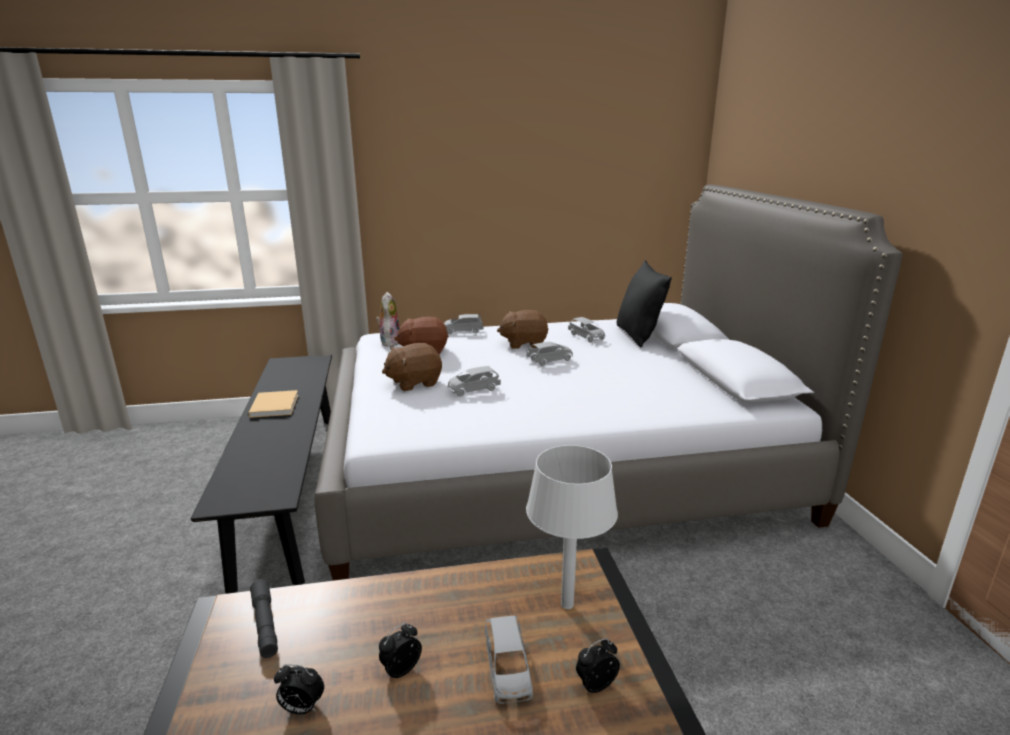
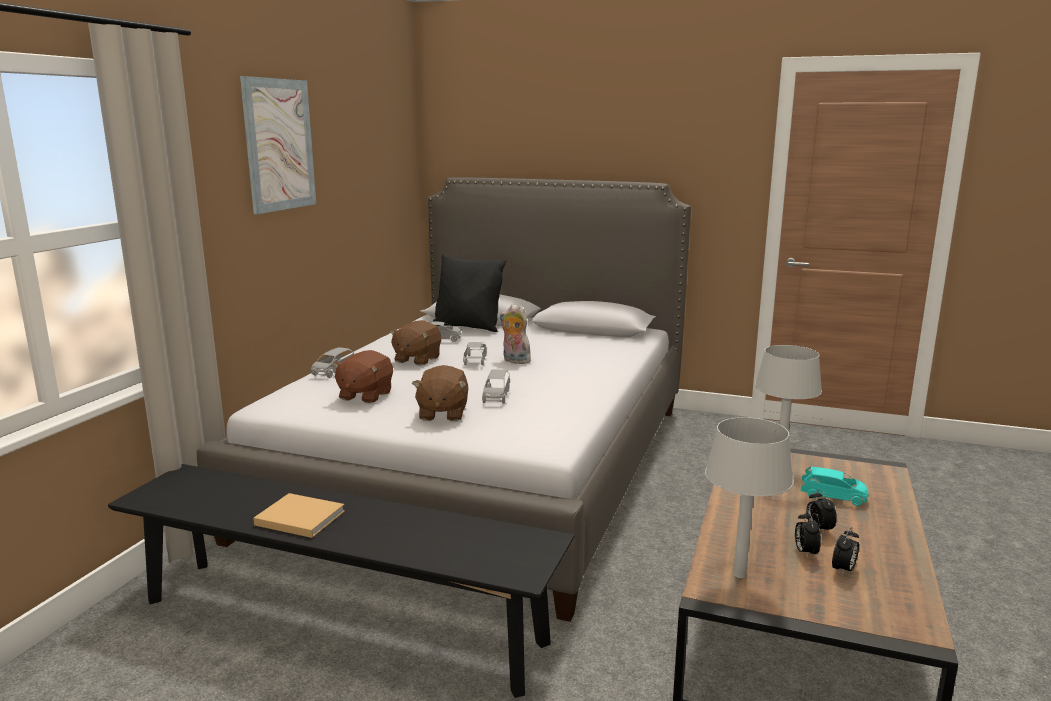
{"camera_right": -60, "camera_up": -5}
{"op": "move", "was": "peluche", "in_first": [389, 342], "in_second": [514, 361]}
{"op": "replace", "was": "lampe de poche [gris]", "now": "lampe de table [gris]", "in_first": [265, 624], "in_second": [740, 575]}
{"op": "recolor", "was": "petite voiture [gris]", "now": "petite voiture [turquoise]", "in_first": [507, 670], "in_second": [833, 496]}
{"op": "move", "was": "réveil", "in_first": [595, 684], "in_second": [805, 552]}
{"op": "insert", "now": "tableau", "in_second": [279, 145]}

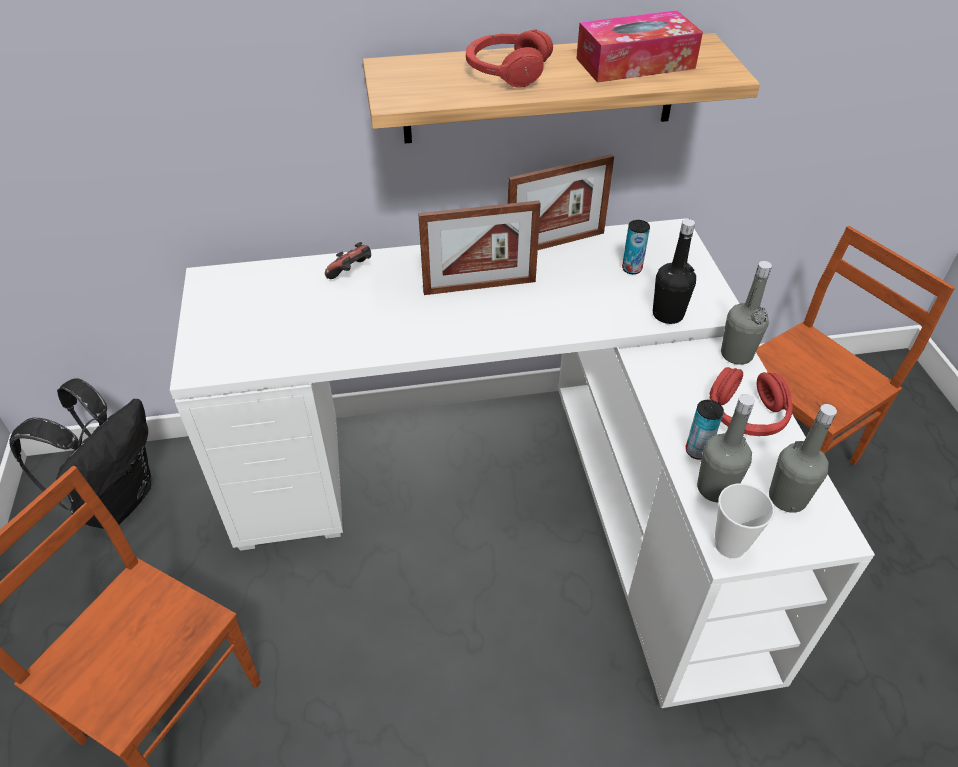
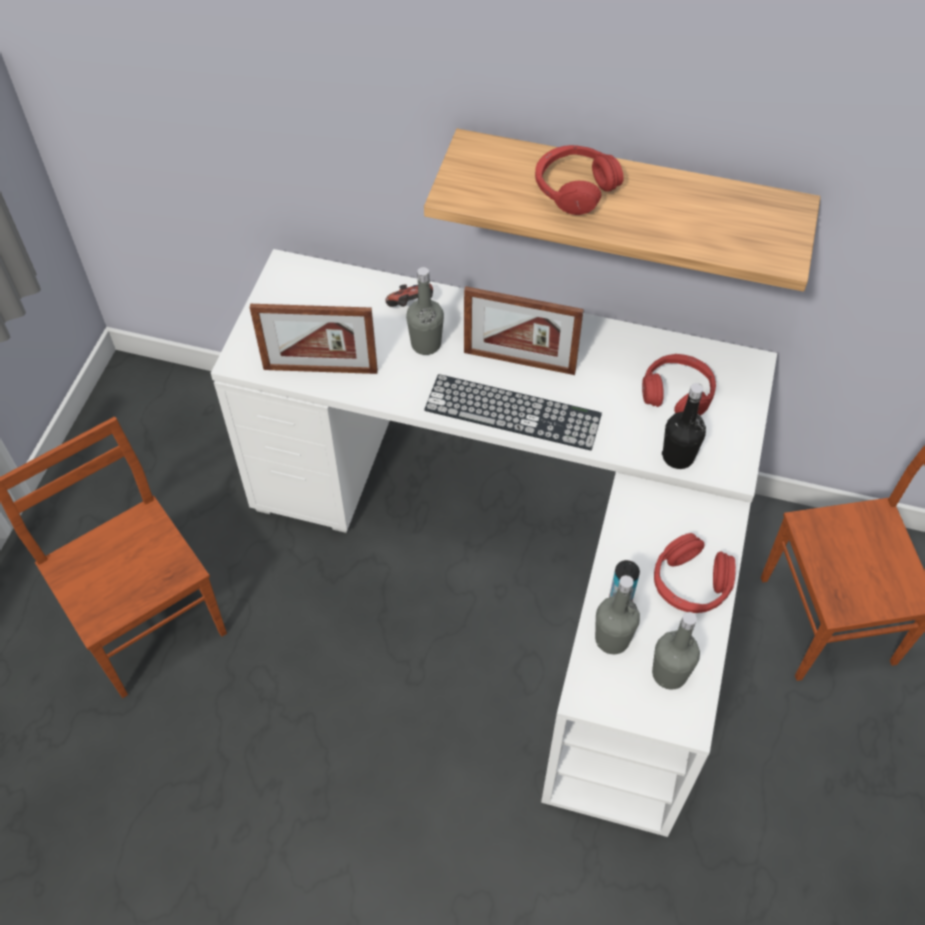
{"camera_right": 25, "camera_up": 10}
{"op": "delete", "was": "boîte à mouchoirs", "in_first": [635, 63]}
{"op": "move", "was": "cadre photo", "in_first": [555, 244], "in_second": [320, 369]}
{"op": "replace", "was": "boîte métallique", "now": "casque audio [rouge]", "in_first": [631, 269], "in_second": [677, 393]}
{"op": "move", "was": "bouteille [gris]", "in_first": [736, 354], "in_second": [426, 344]}
{"op": "delete", "was": "sac à dos [noir]", "in_first": [116, 499]}
{"op": "delete", "was": "tasse", "in_first": [730, 545]}
{"op": "insert", "now": "clavier", "in_second": [513, 412]}

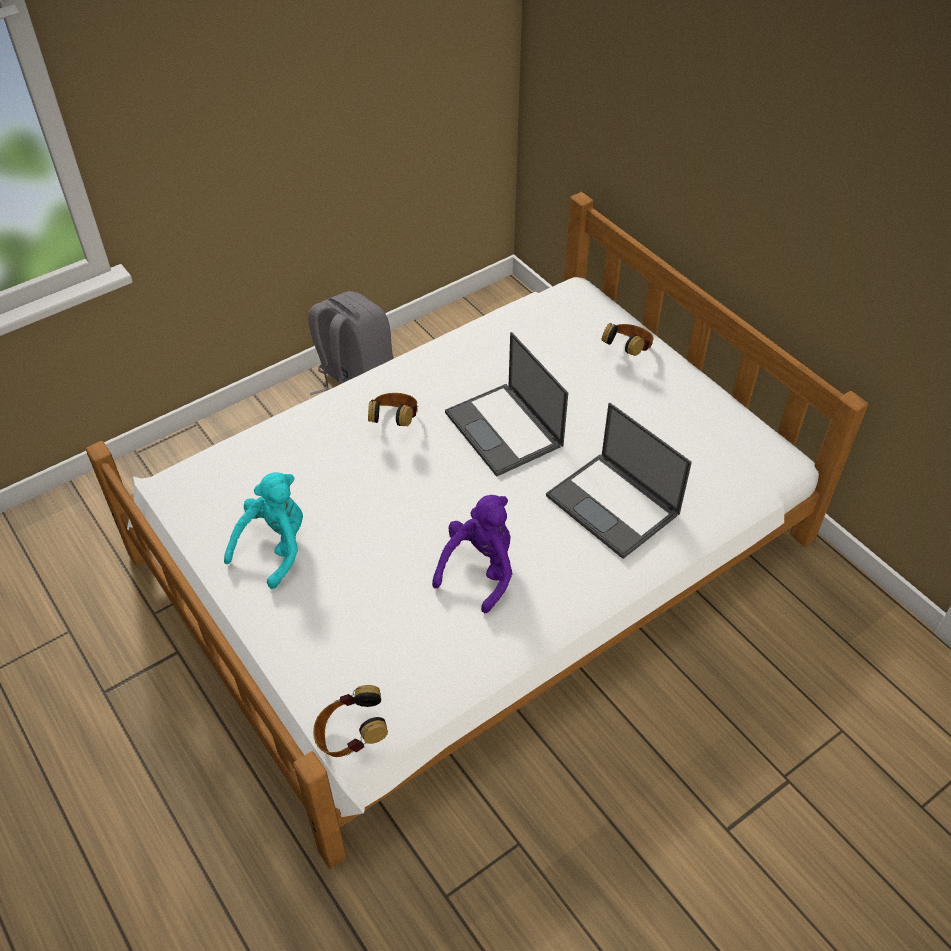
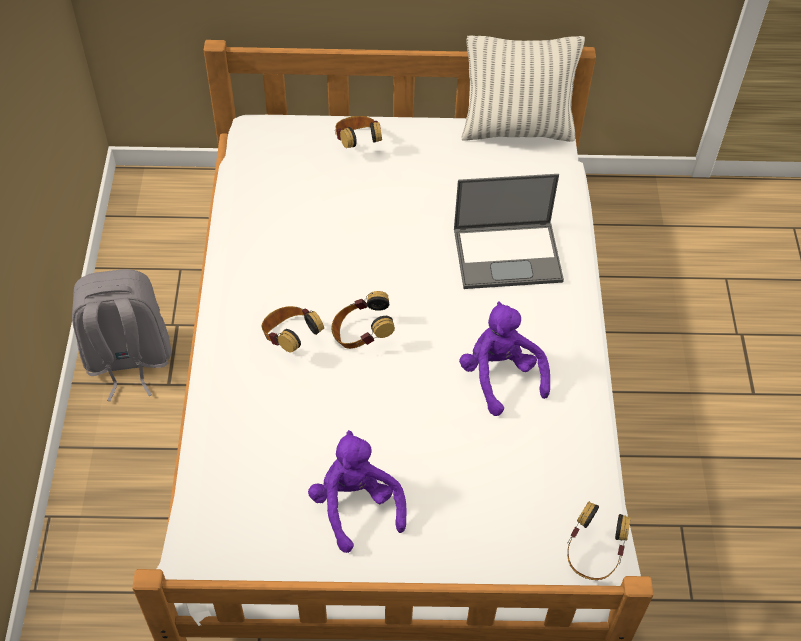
{"camera_right": -55, "camera_up": 5}
{"op": "delete", "was": "ordinateur portable", "in_first": [505, 430]}
{"op": "recolor", "was": "peluche [turquoise]", "now": "peluche [violet]", "in_first": [274, 547], "in_second": [356, 505]}
{"op": "insert", "now": "coussin", "in_second": [517, 129]}
{"op": "insert", "now": "casque audio", "in_second": [361, 335]}

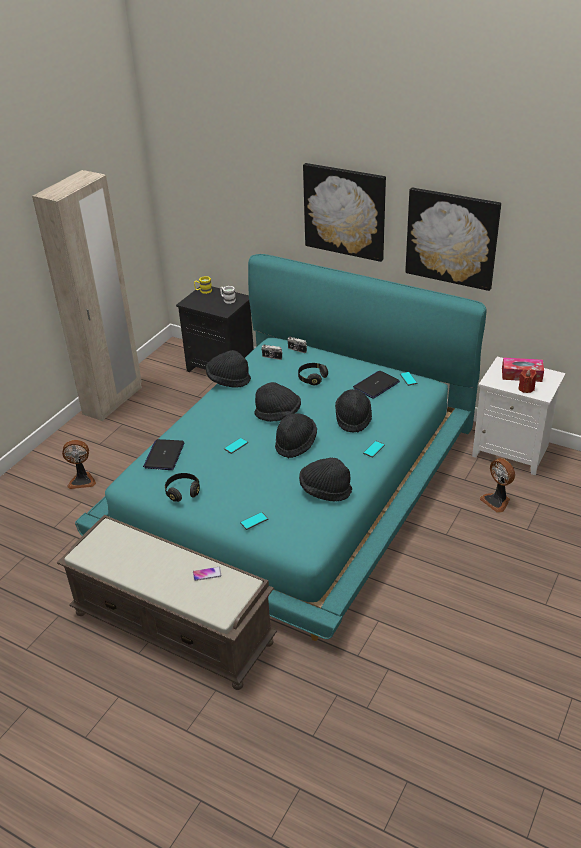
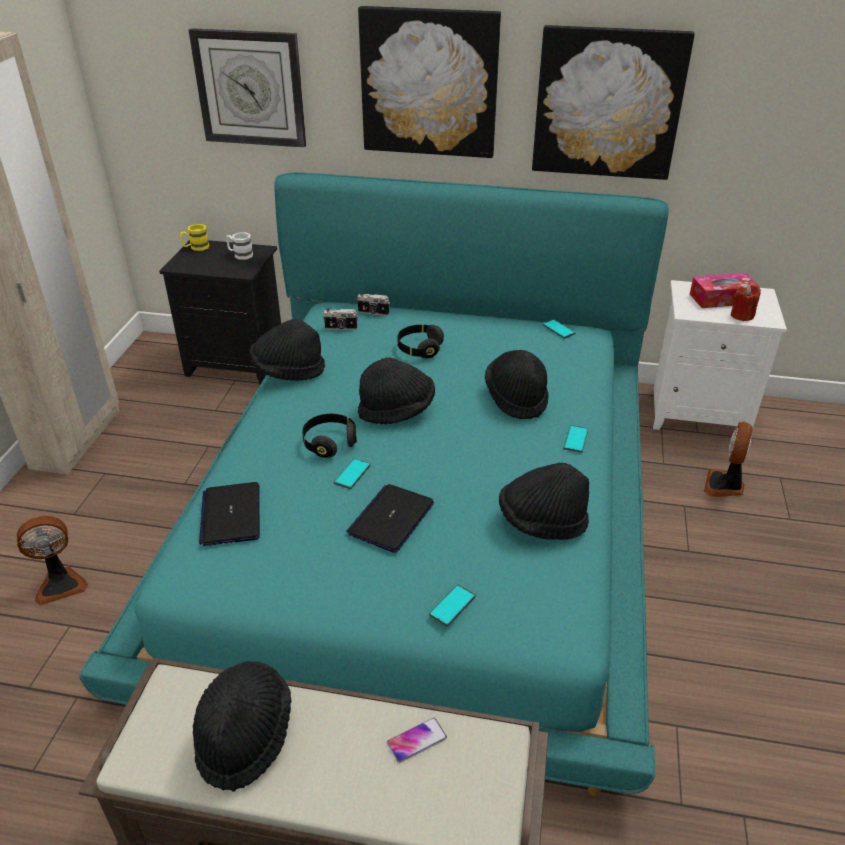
{"camera_right": -20, "camera_up": 0}
{"op": "move", "was": "ordinateur portable", "in_first": [376, 385], "in_second": [391, 519]}
{"op": "move", "was": "chapeau [noir]", "in_first": [295, 444], "in_second": [244, 736]}
{"op": "rotate", "was": "ventilateur", "in_first": [497, 501], "in_second": [724, 486], "clockwise": 75}
{"op": "move", "was": "casque audio [noir]", "in_first": [183, 492], "in_second": [329, 443]}
{"op": "insert", "now": "horloge murale", "in_second": [250, 88]}

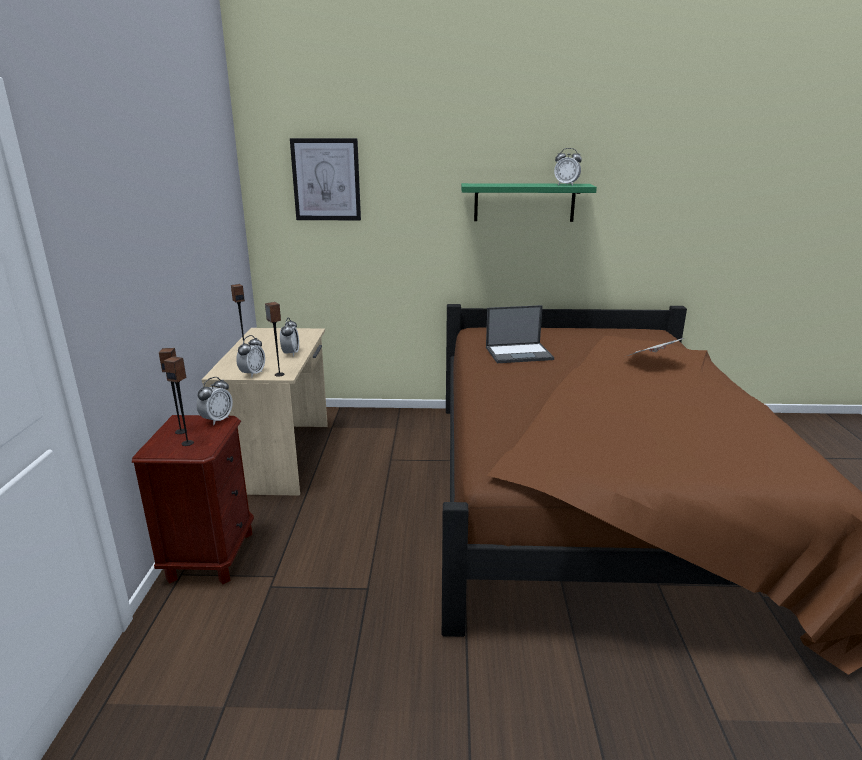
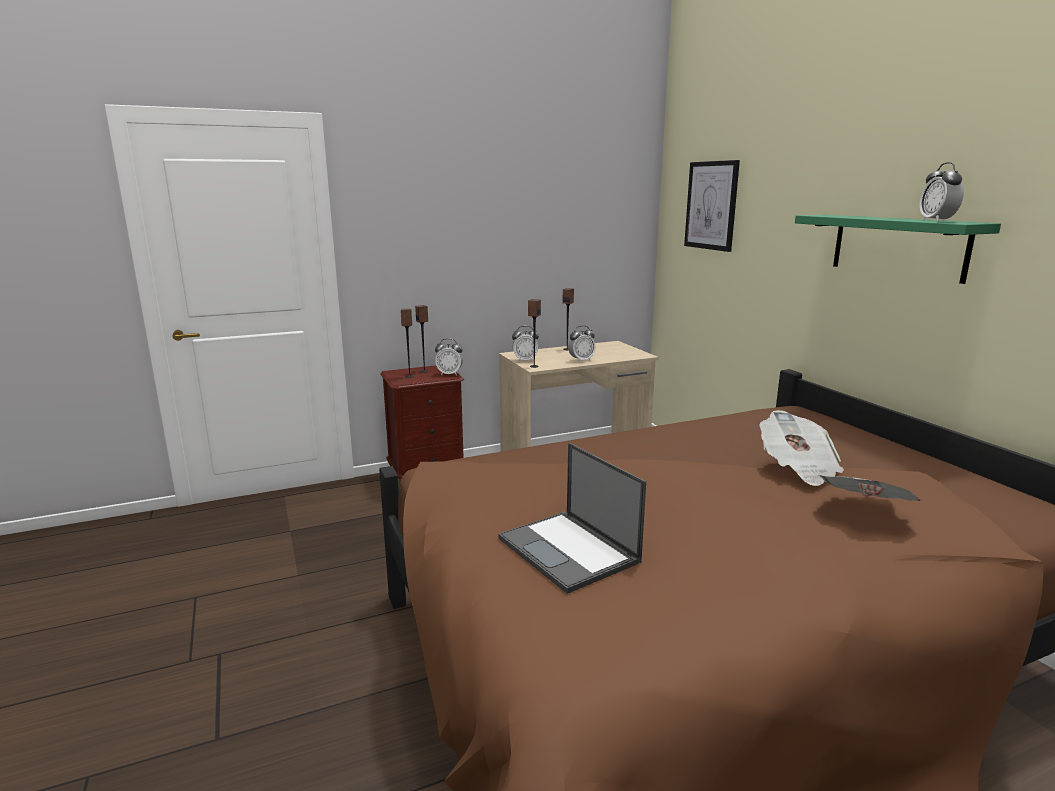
{"camera_right": 65, "camera_up": -5}
{"op": "move", "was": "ordinateur portable", "in_first": [519, 353], "in_second": [569, 551]}
{"op": "insert", "now": "journal", "in_second": [798, 468]}

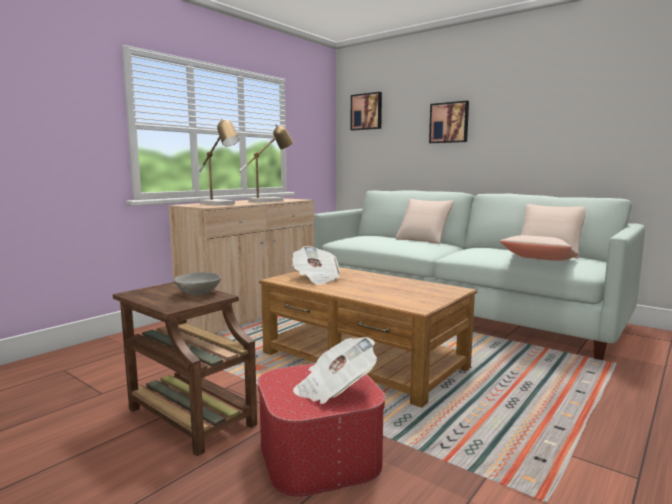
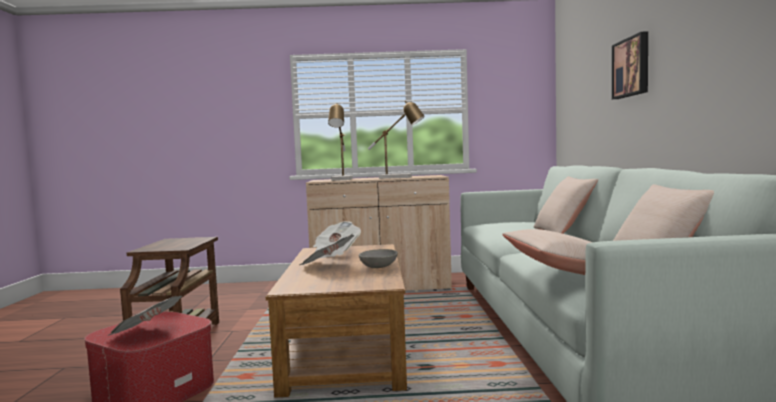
{"camera_right": 50, "camera_up": -5}
{"op": "delete", "was": "tableau", "in_first": [367, 111]}
{"op": "move", "was": "bol [gris]", "in_first": [199, 293], "in_second": [379, 267]}
{"op": "insert", "now": "journal", "in_second": [327, 265]}

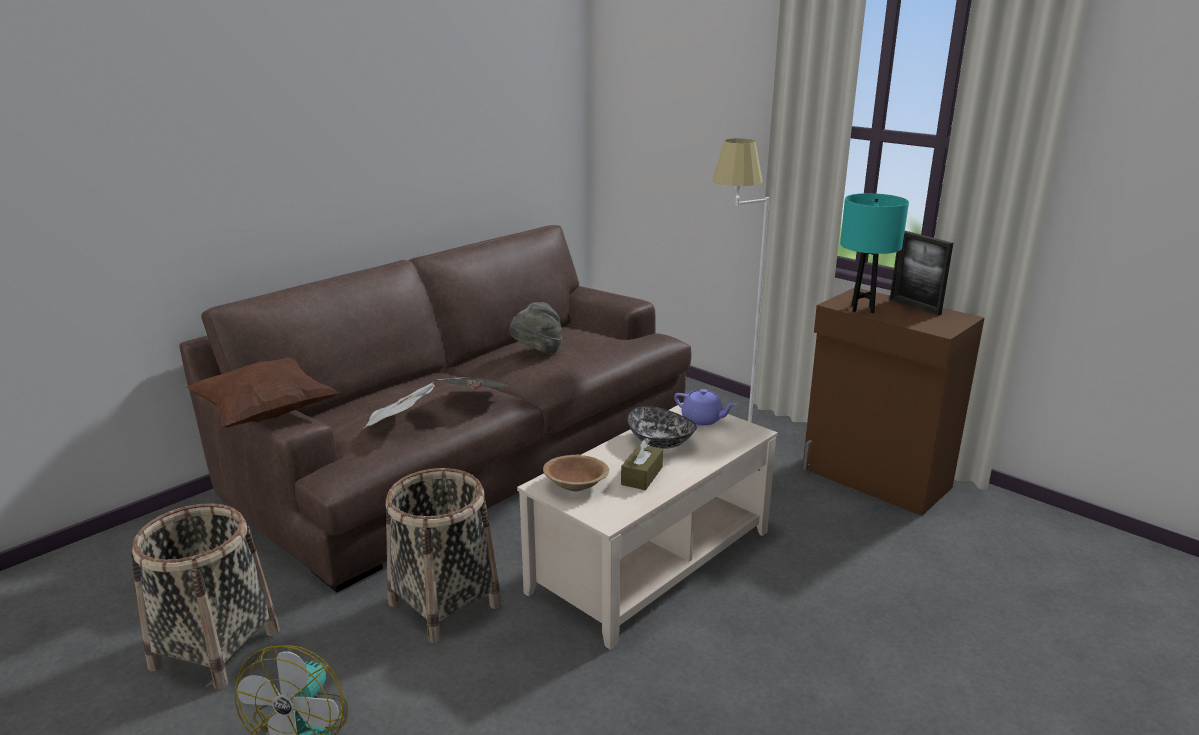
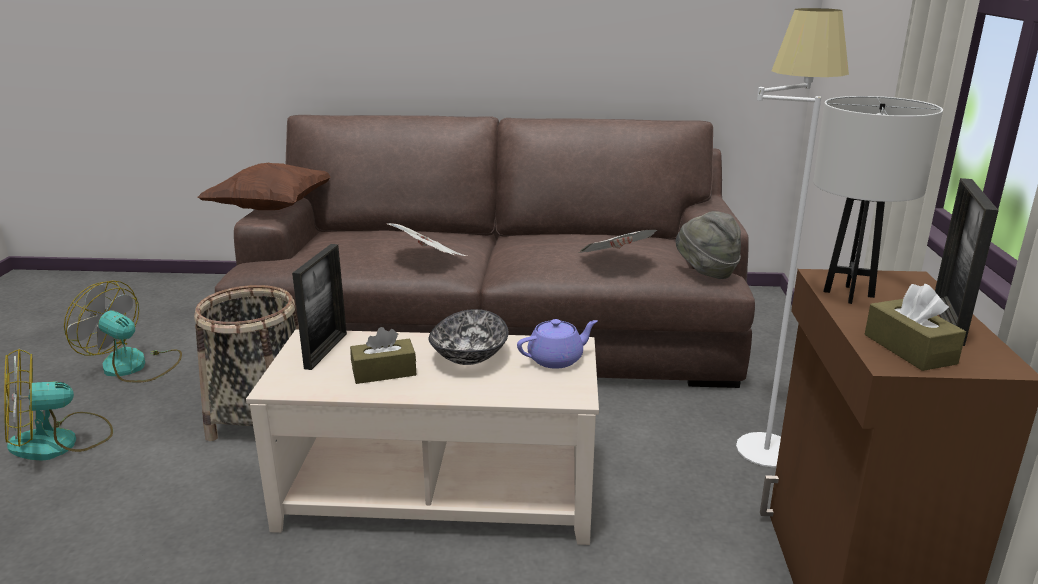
{"camera_right": 50, "camera_up": 0}
{"op": "recolor", "was": "lampe de table [turquoise]", "now": "lampe de table [blanc]", "in_first": [862, 309], "in_second": [848, 294]}
{"op": "move", "was": "chapeau [gris]", "in_first": [537, 351], "in_second": [706, 272]}
{"op": "move", "was": "journal", "in_first": [400, 423], "in_second": [615, 261]}
{"op": "rotate", "was": "théière [violet]", "in_first": [703, 419], "in_second": [557, 359], "clockwise": -105}
{"op": "replace", "was": "bol [marron]", "now": "cadre photo", "in_first": [576, 485], "in_second": [326, 350]}
{"op": "replace", "was": "panier", "now": "ventilateur", "in_first": [215, 649], "in_second": [134, 366]}
{"op": "insert", "now": "boîte à mouchoirs [marron]", "in_second": [909, 349]}

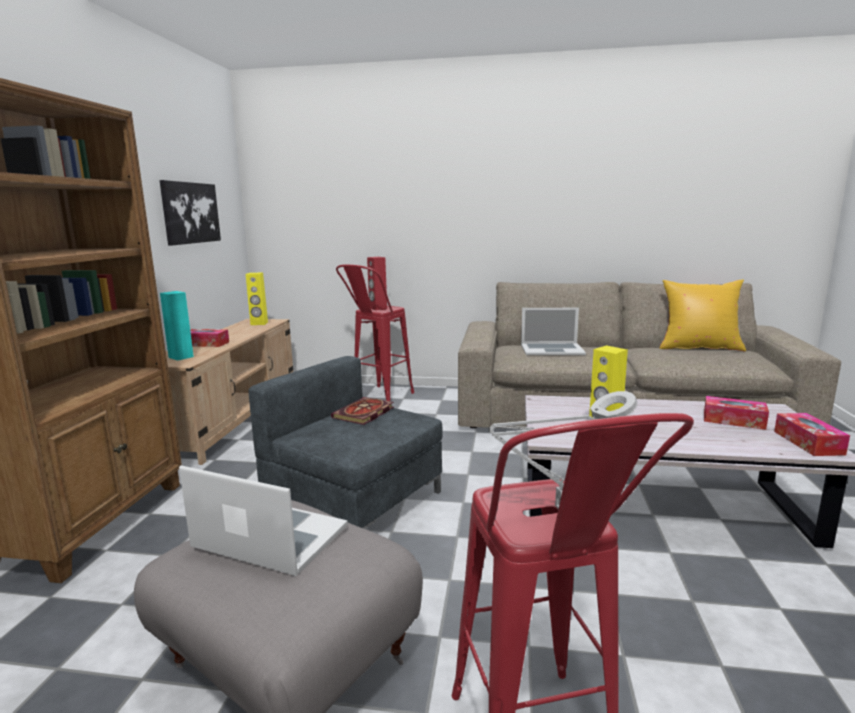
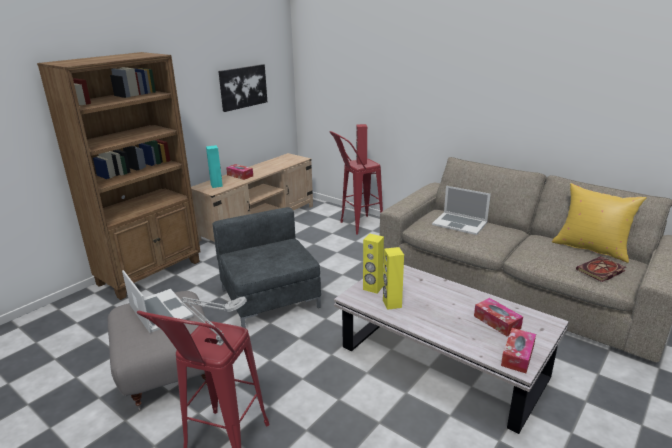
{"camera_right": 30, "camera_up": 10}
{"op": "move", "was": "enceinte [jaune]", "in_first": [259, 323], "in_second": [372, 288]}
{"op": "move", "was": "livre", "in_first": [363, 413], "in_second": [600, 271]}

